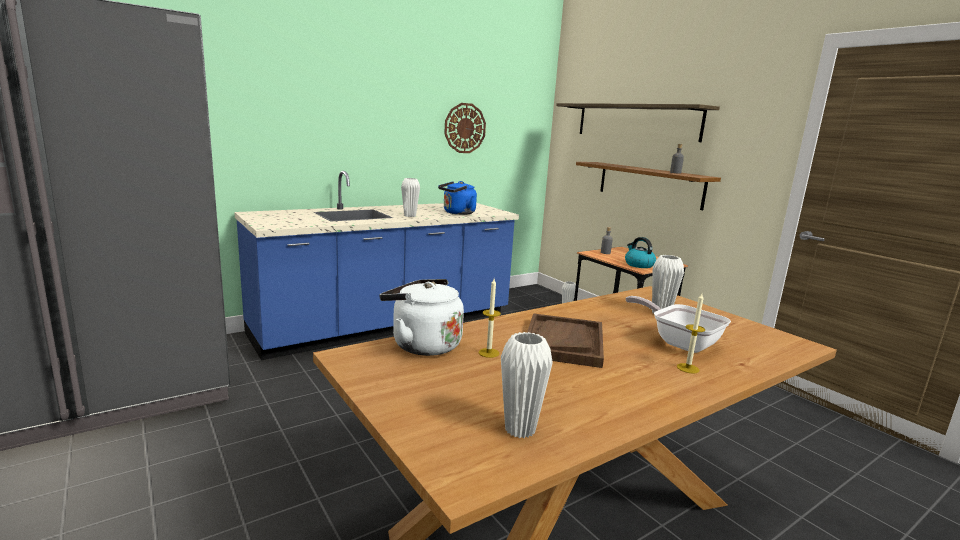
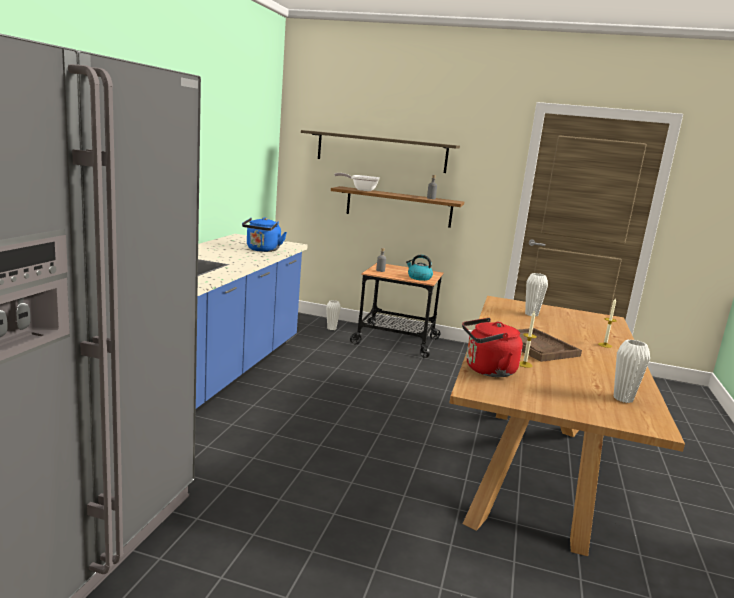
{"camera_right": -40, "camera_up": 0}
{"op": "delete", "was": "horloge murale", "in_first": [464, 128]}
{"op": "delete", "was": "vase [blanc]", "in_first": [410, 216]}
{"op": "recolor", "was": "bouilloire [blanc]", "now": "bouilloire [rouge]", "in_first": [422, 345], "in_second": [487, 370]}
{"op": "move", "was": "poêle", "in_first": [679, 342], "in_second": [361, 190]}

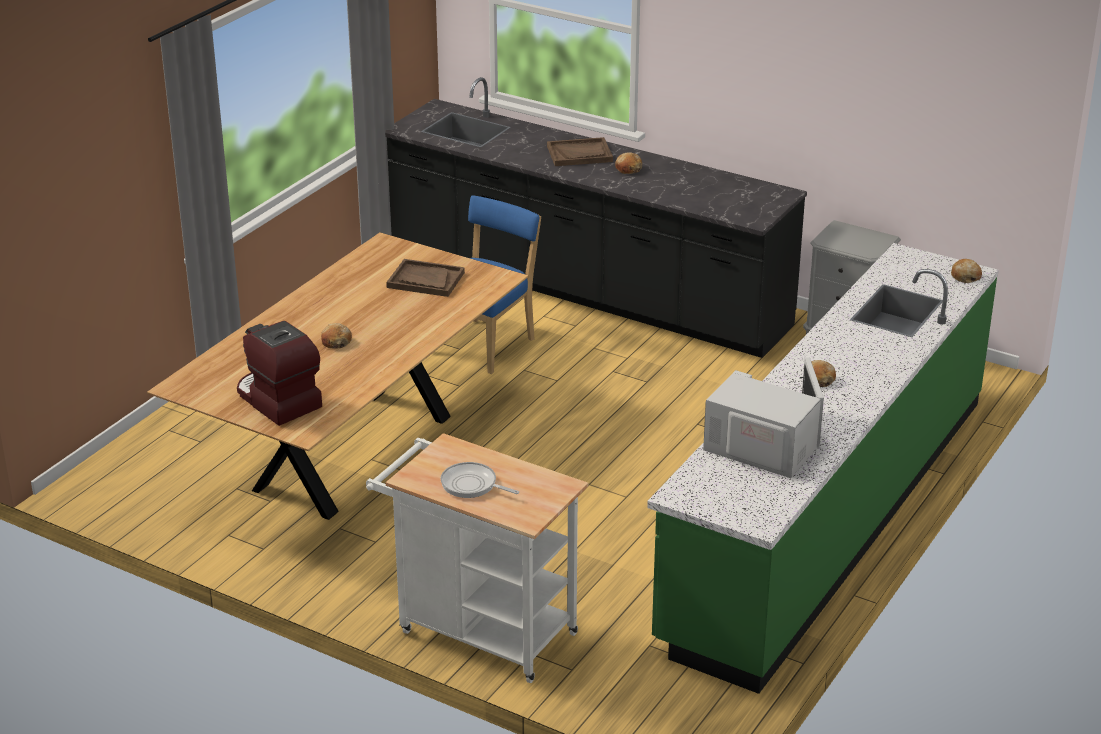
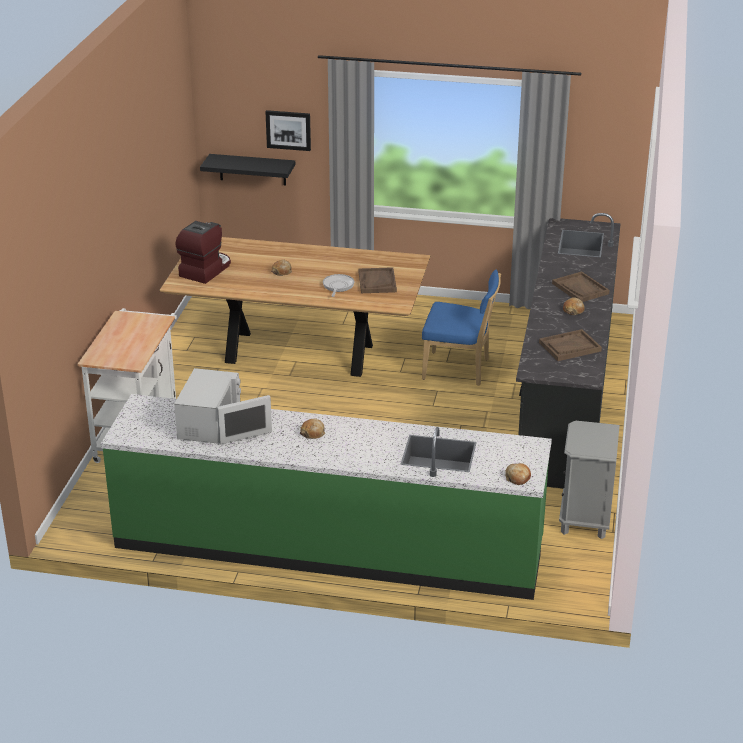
{"camera_right": 70, "camera_up": 0}
{"op": "move", "was": "poêle", "in_first": [472, 485], "in_second": [338, 286]}
{"op": "insert", "now": "tableau", "in_second": [288, 130]}
{"op": "insert", "now": "étagère [noir]", "in_second": [252, 169]}
{"op": "insert", "now": "plateau [marron]", "in_second": [569, 347]}

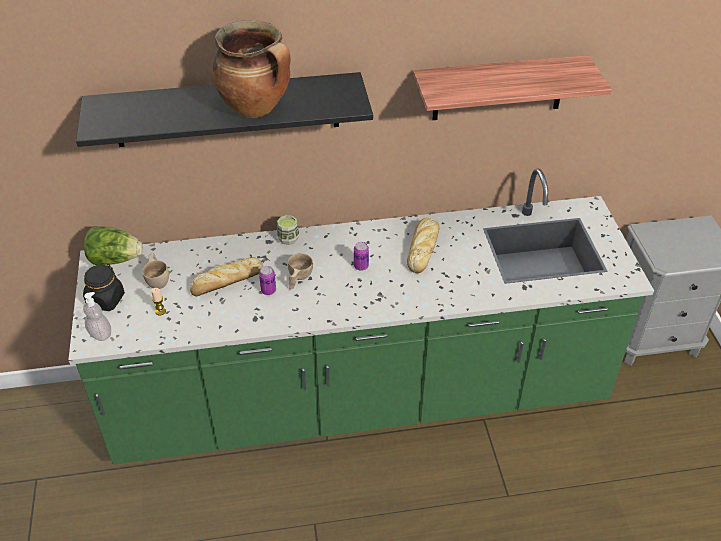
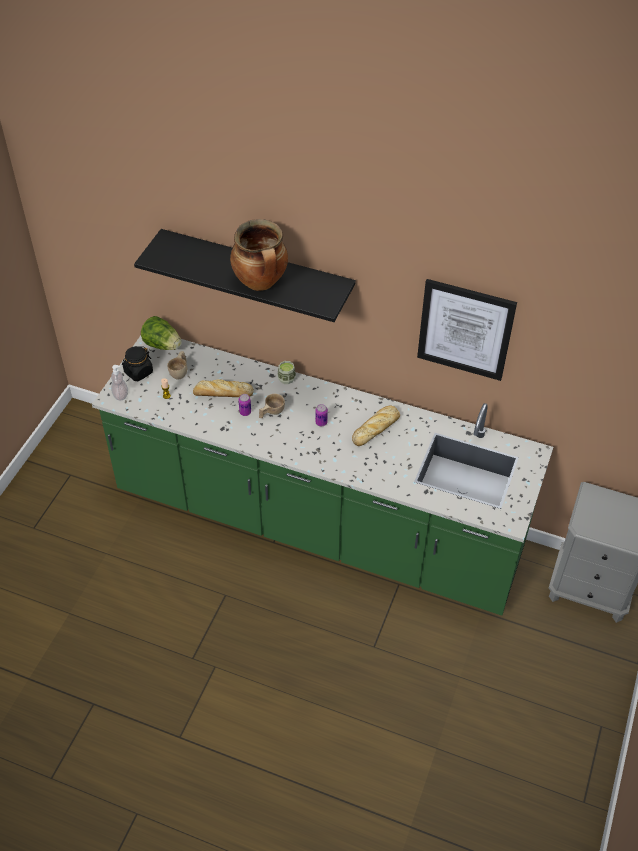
{"camera_right": 30, "camera_up": 5}
{"op": "replace", "was": "étagère", "now": "tableau", "in_first": [498, 88], "in_second": [465, 329]}

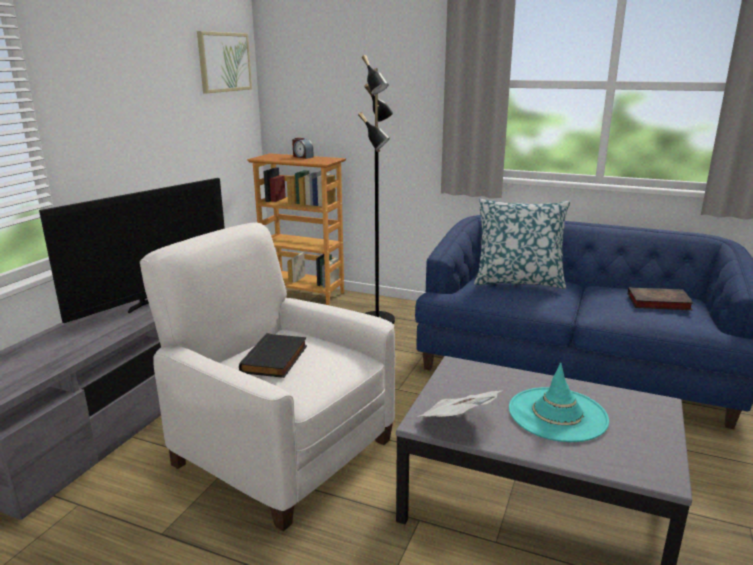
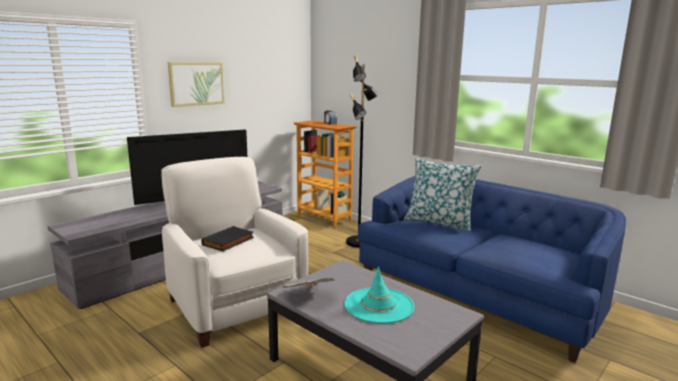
{"camera_right": 20, "camera_up": -5}
{"op": "move", "was": "tableau", "in_first": [224, 62], "in_second": [196, 83]}
{"op": "delete", "was": "livre", "in_first": [657, 302]}

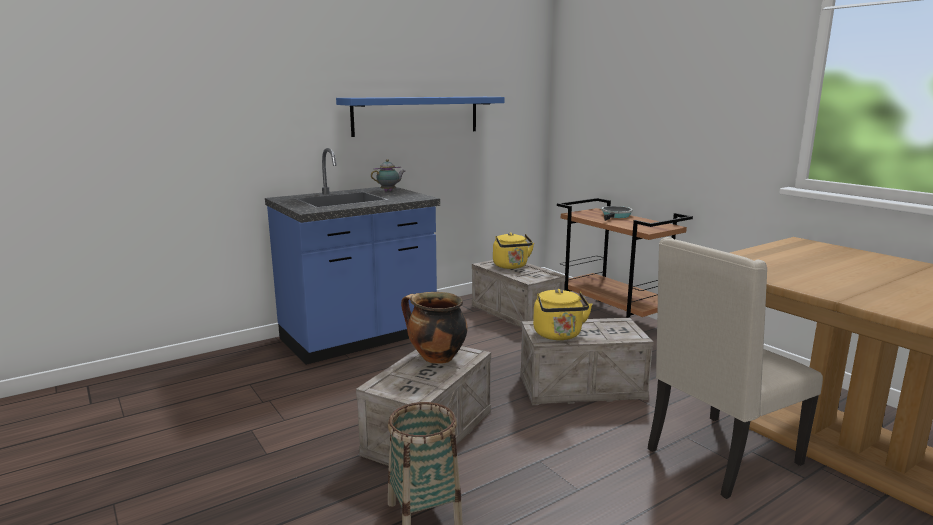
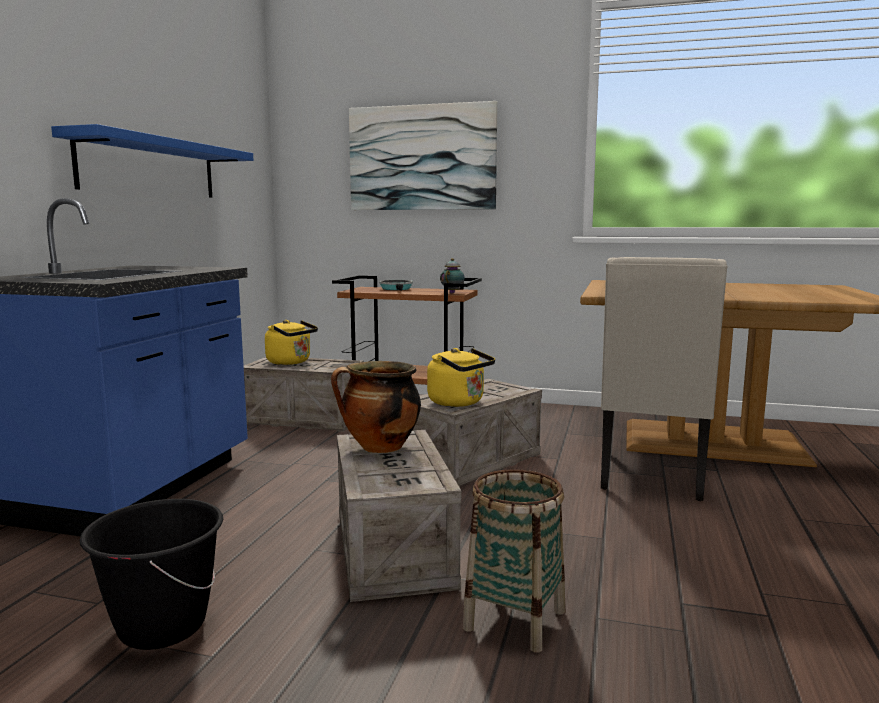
{"camera_right": -40, "camera_up": -5}
{"op": "move", "was": "théière", "in_first": [389, 191], "in_second": [452, 293]}
{"op": "insert", "now": "tableau", "in_second": [422, 158]}
{"op": "insert", "now": "seau [noir]", "in_second": [162, 626]}

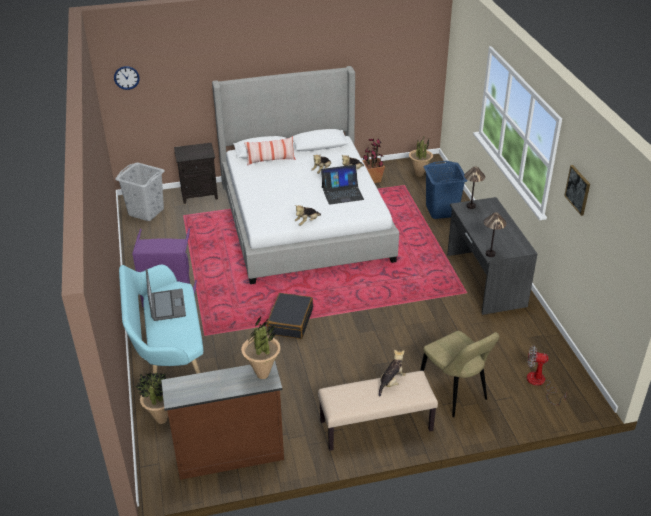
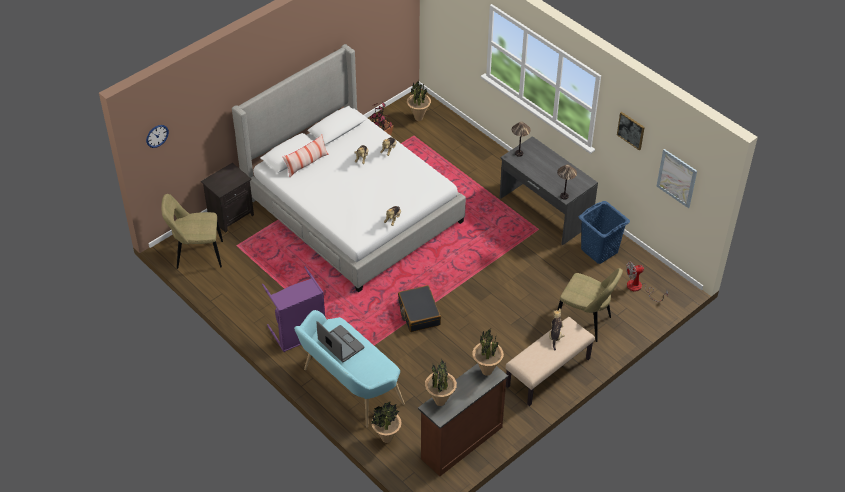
{"camera_right": -30, "camera_up": 10}
{"op": "move", "was": "panier à linge [bleu]", "in_first": [442, 210], "in_second": [599, 250]}
{"op": "replace", "was": "panier à linge [gris]", "now": "chaise [beige]", "in_first": [146, 212], "in_second": [197, 255]}
{"op": "delete", "was": "ordinateur portable", "in_first": [342, 193]}
{"op": "insert", "now": "tableau", "in_second": [677, 178]}
{"op": "insert", "now": "plante en pot", "in_second": [440, 402]}

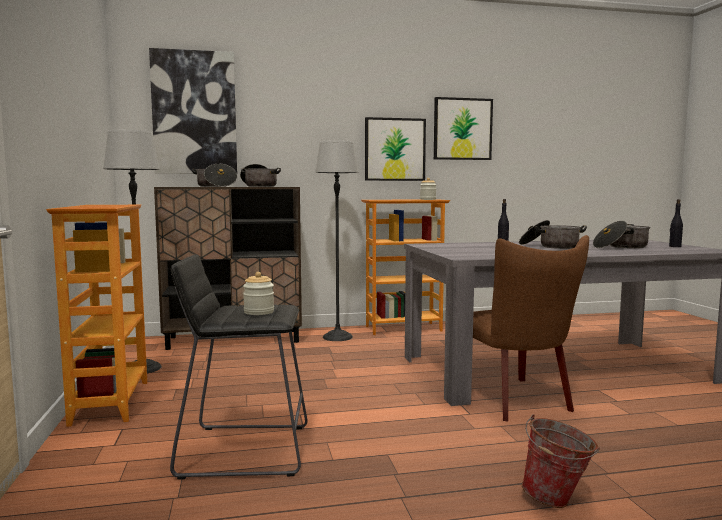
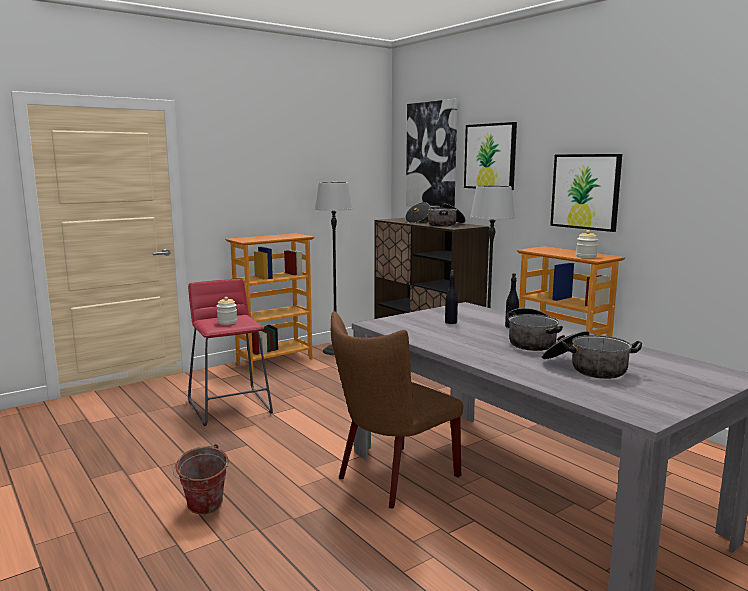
{"camera_right": 65, "camera_up": 5}
{"op": "move", "was": "tableau", "in_first": [462, 129], "in_second": [490, 156]}
{"op": "move", "was": "bouteille [noir]", "in_first": [674, 246], "in_second": [450, 322]}
{"op": "recolor", "was": "tabouret [noir]", "now": "tabouret [rouge]", "in_first": [244, 450], "in_second": [230, 407]}

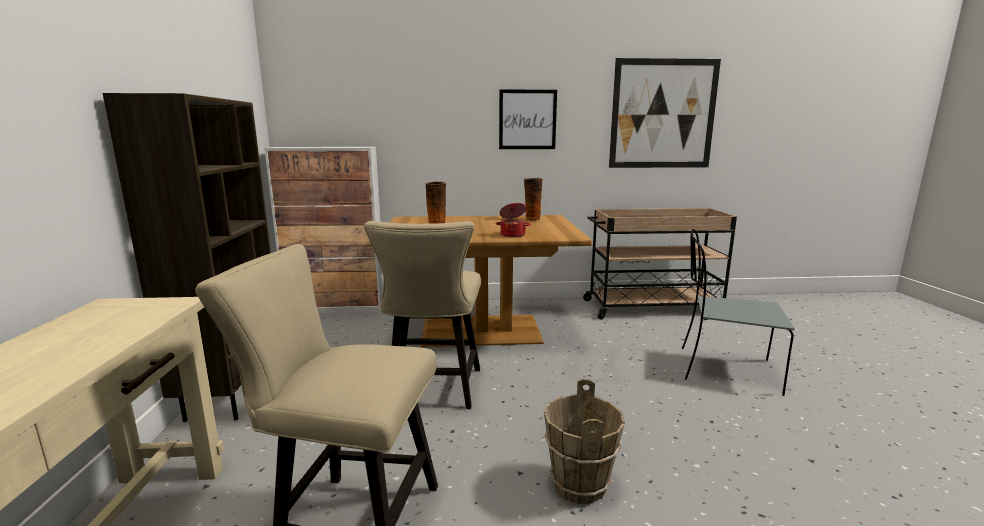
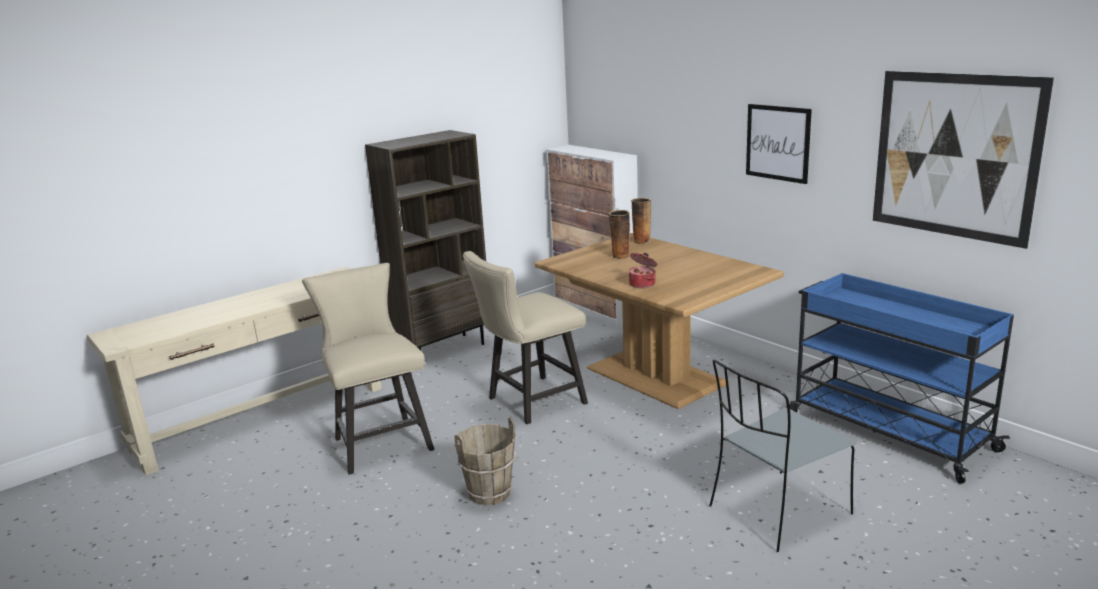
{"camera_right": 55, "camera_up": 5}
{"op": "move", "was": "vase", "in_first": [532, 219], "in_second": [641, 241]}
{"op": "recolor", "was": "chariot [beige]", "now": "chariot [bleu]", "in_first": [652, 308], "in_second": [886, 431]}
{"op": "rotate", "was": "chaise [gris]", "in_first": [724, 370], "in_second": [777, 511], "clockwise": -105}

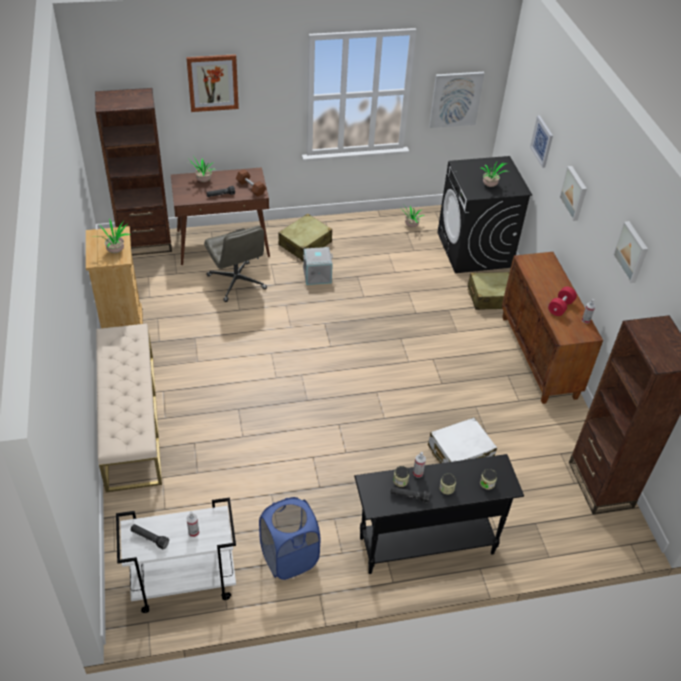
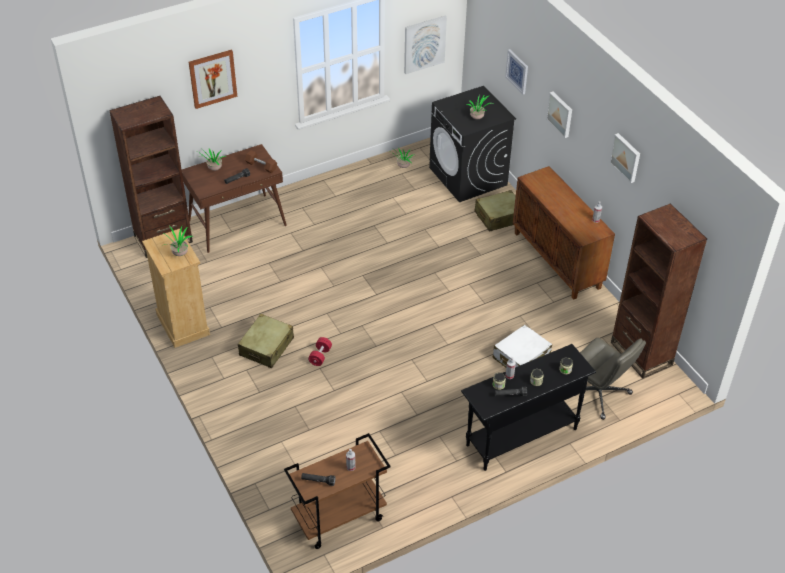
{"camera_right": -15, "camera_up": 0}
{"op": "move", "was": "valise [beige]", "in_first": [305, 244], "in_second": [266, 347]}
{"op": "move", "was": "chaise de bureau [gris]", "in_first": [237, 282], "in_second": [599, 394]}
{"op": "delete", "was": "boîte de rangement [gris]", "in_first": [317, 275]}
{"op": "move", "was": "haltère [rouge]", "in_first": [560, 307], "in_second": [320, 356]}
{"op": "delete", "was": "banc [beige]", "in_first": [130, 420]}
{"op": "recolor", "was": "chariot [blanc]", "now": "chariot [marron]", "in_first": [183, 583], "in_second": [338, 518]}
{"op": "delete", "was": "panier à linge [bleu]", "in_first": [289, 558]}

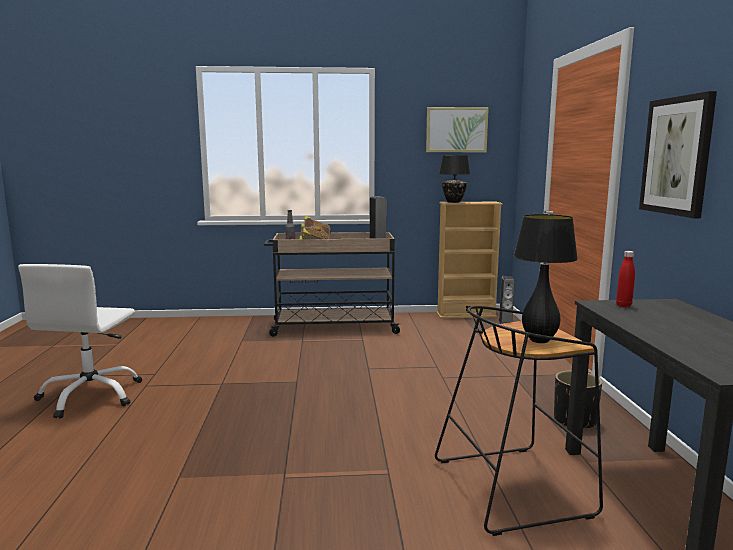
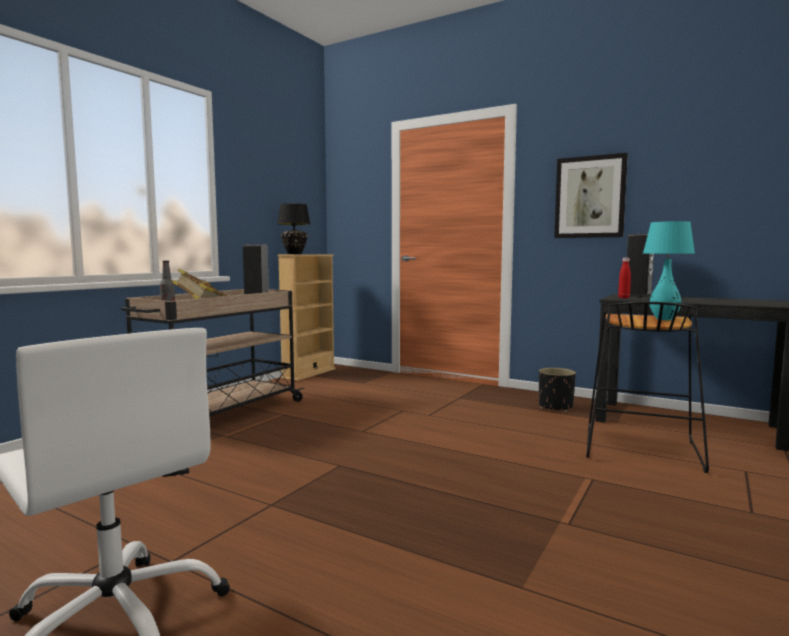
{"camera_right": -55, "camera_up": -5}
{"op": "delete", "was": "tableau", "in_first": [456, 130]}
{"op": "recolor", "was": "lampe de table [noir]", "now": "lampe de table [turquoise]", "in_first": [539, 340], "in_second": [664, 319]}
{"op": "move", "was": "enceinte", "in_first": [505, 321], "in_second": [637, 296]}

